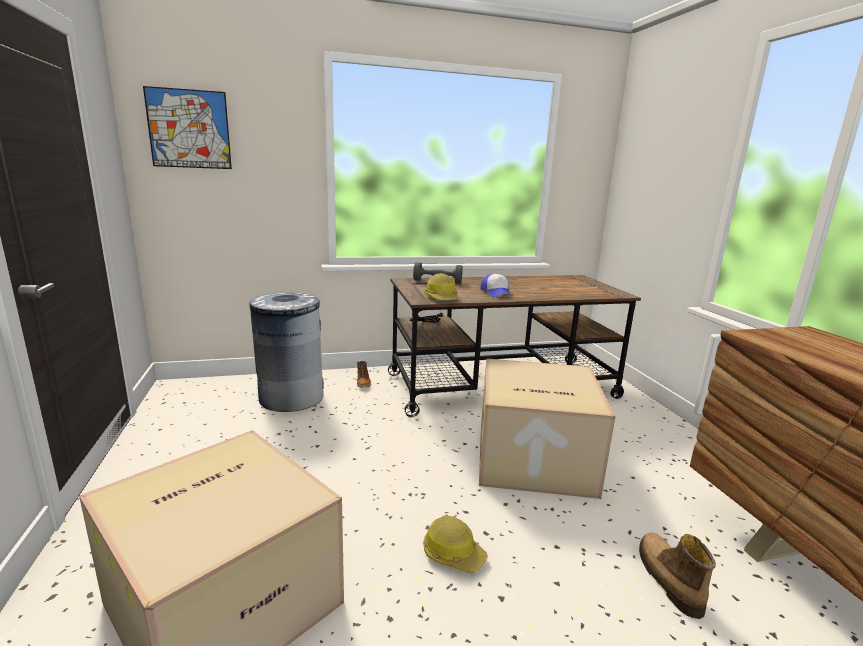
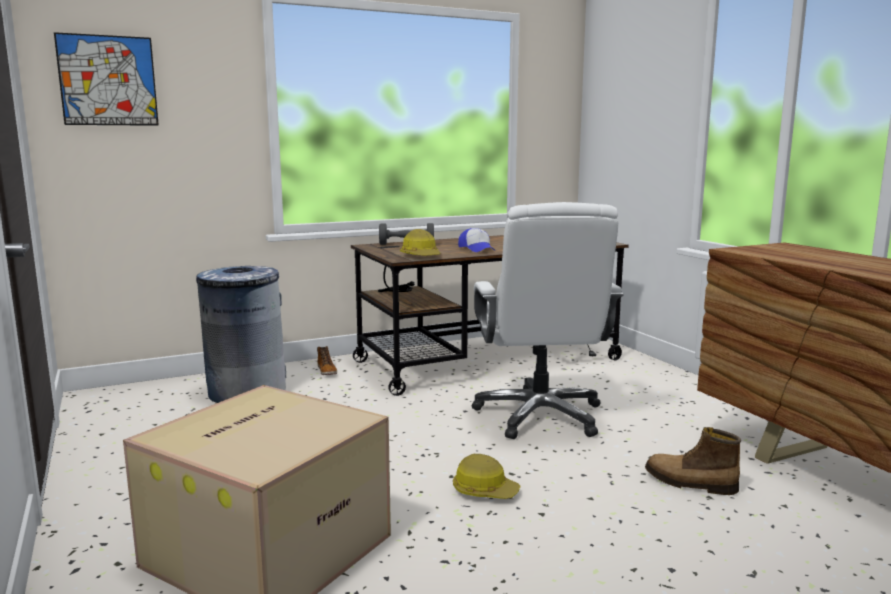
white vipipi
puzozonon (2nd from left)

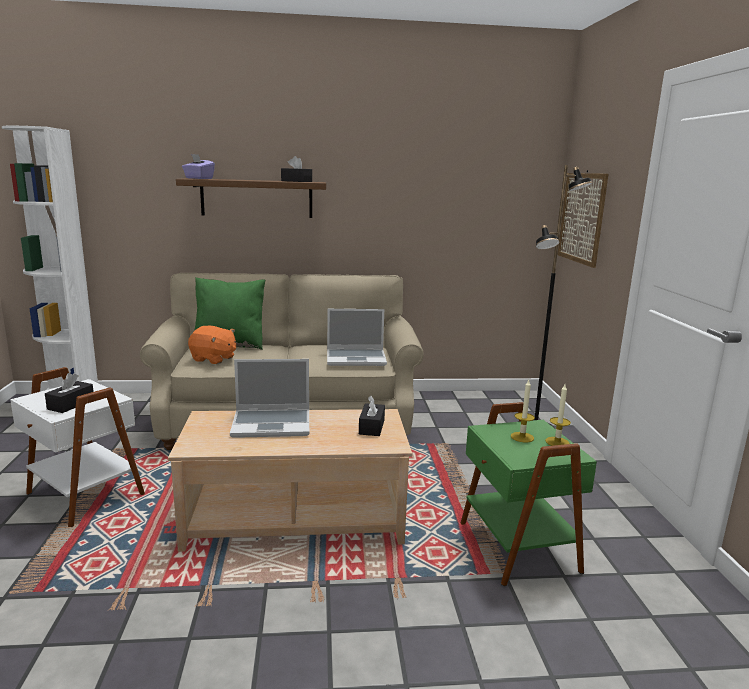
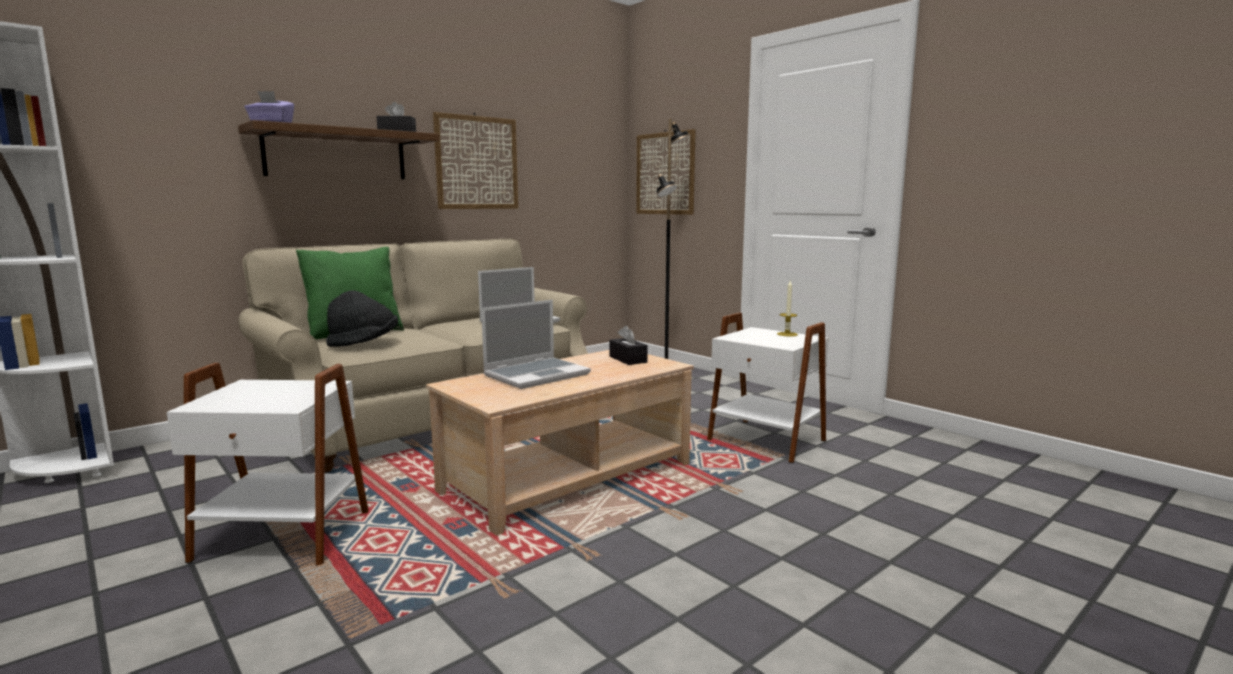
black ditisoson (1st from left in the first image)
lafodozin (1st from left in the first image)
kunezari (1st from left)
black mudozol
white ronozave (2nd from left)

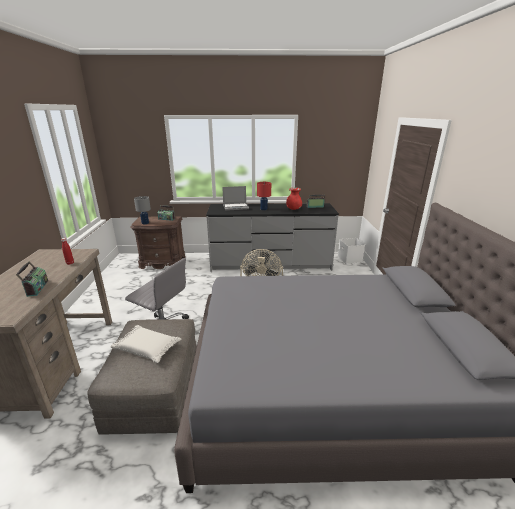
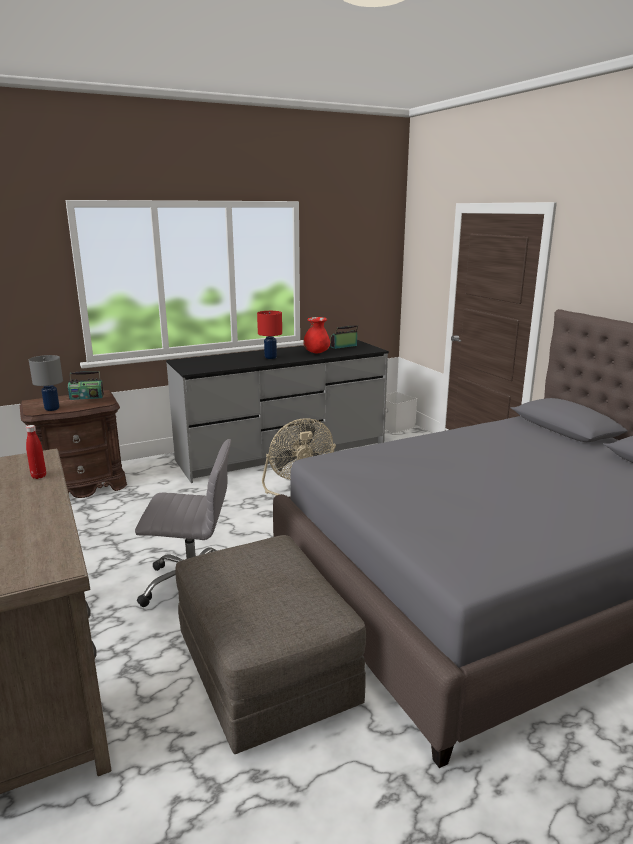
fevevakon (1st from left in the first image)
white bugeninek
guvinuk

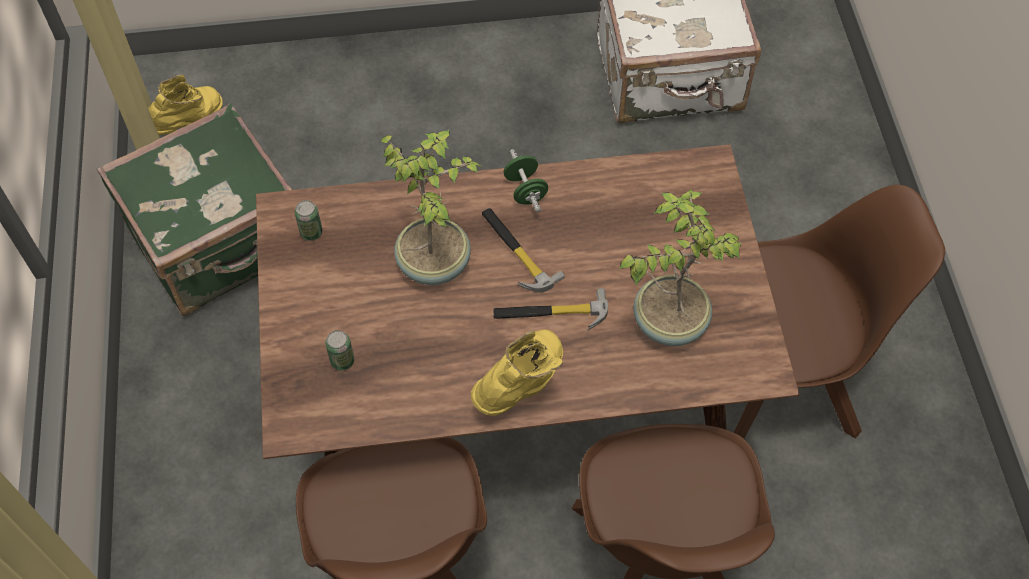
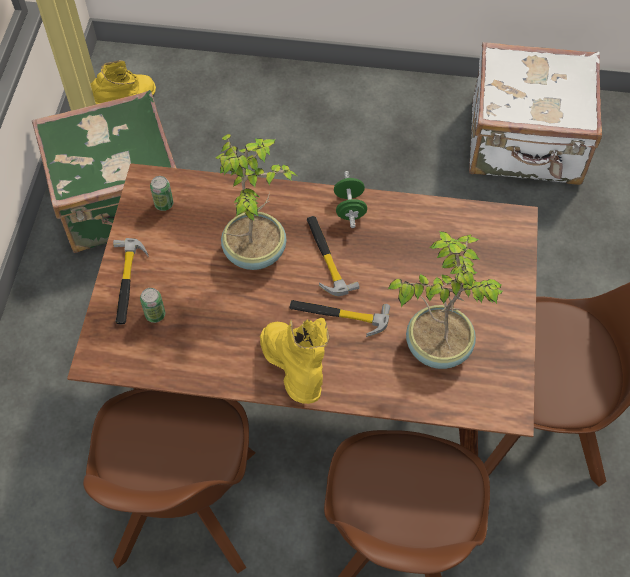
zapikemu (1st from left)
yellow puzozonon (2nd from left)

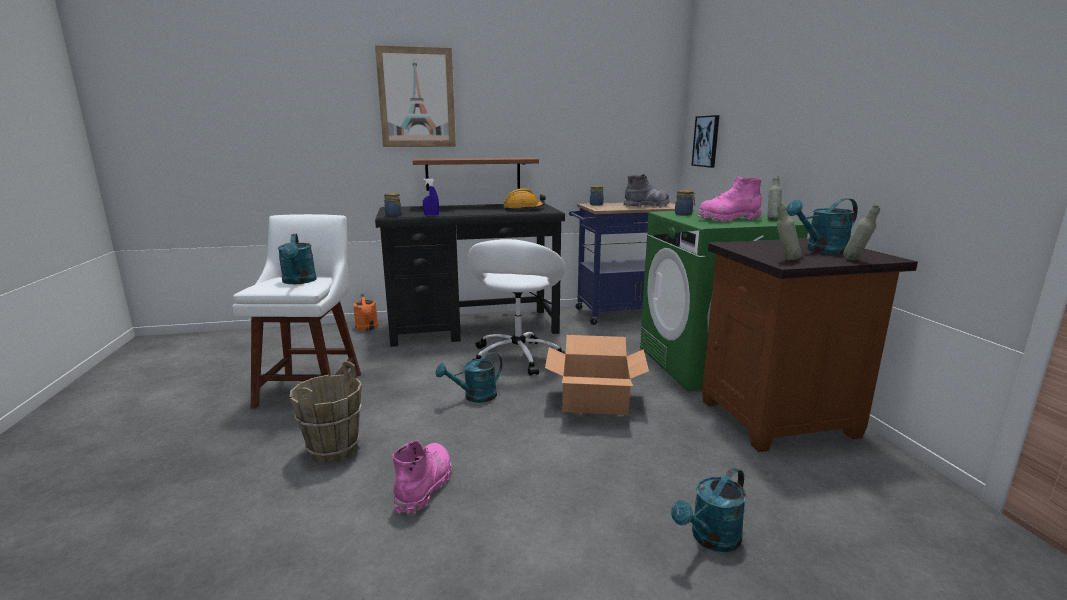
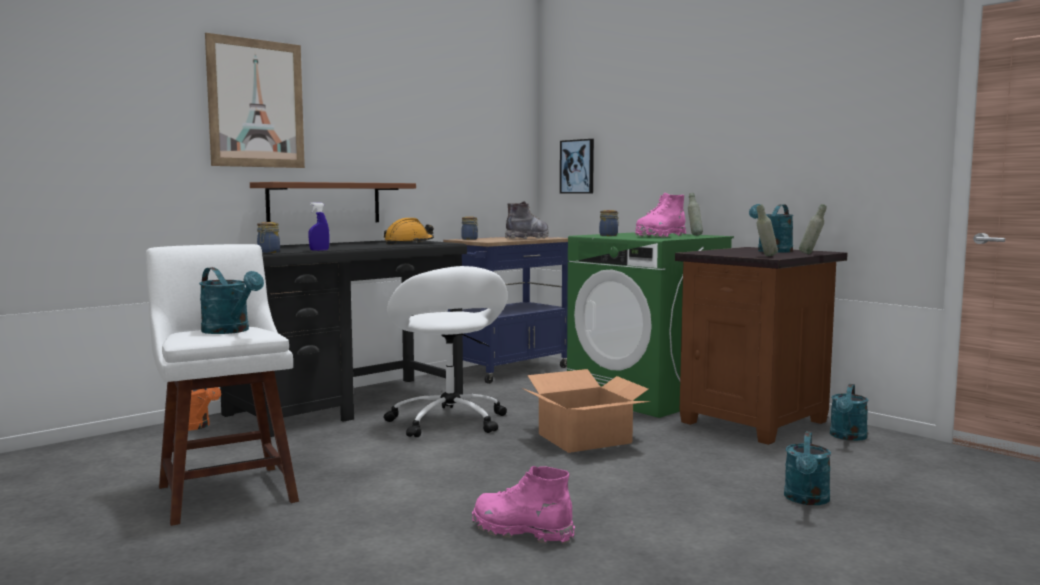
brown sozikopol
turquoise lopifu (4th from left)
pink puzozonon (1st from left)

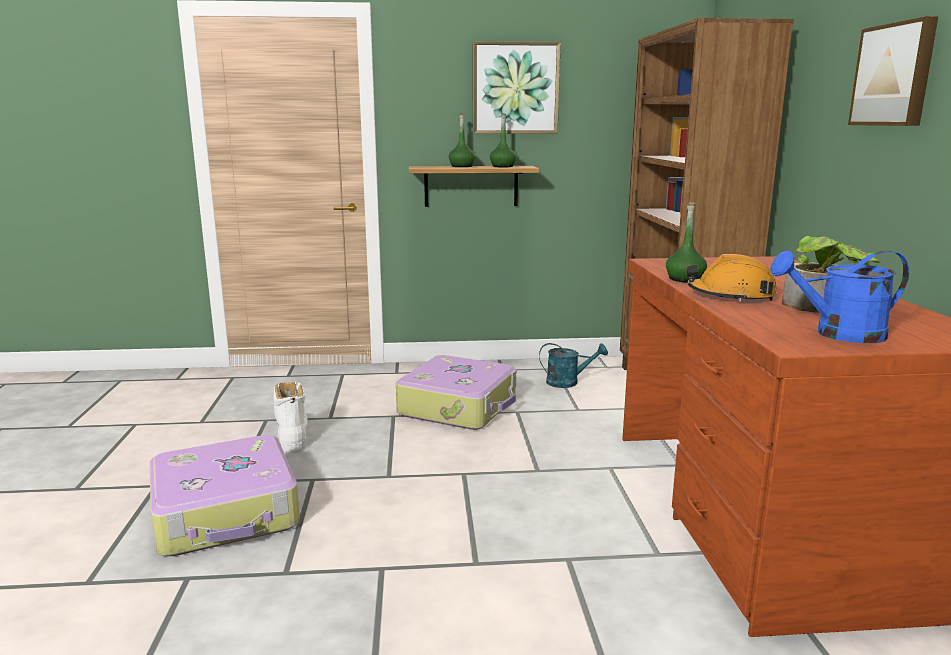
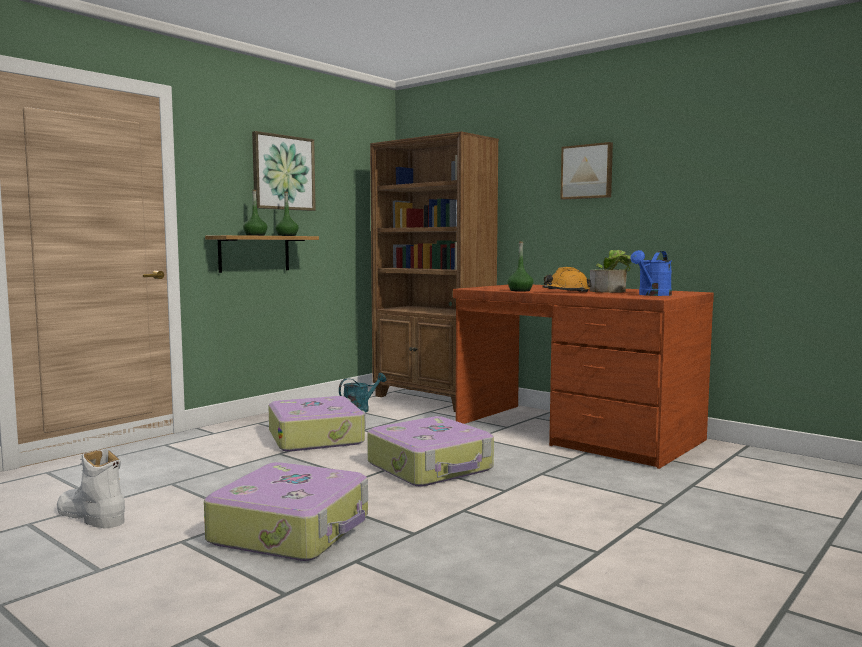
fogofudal (3rd from left)
white puzozonon

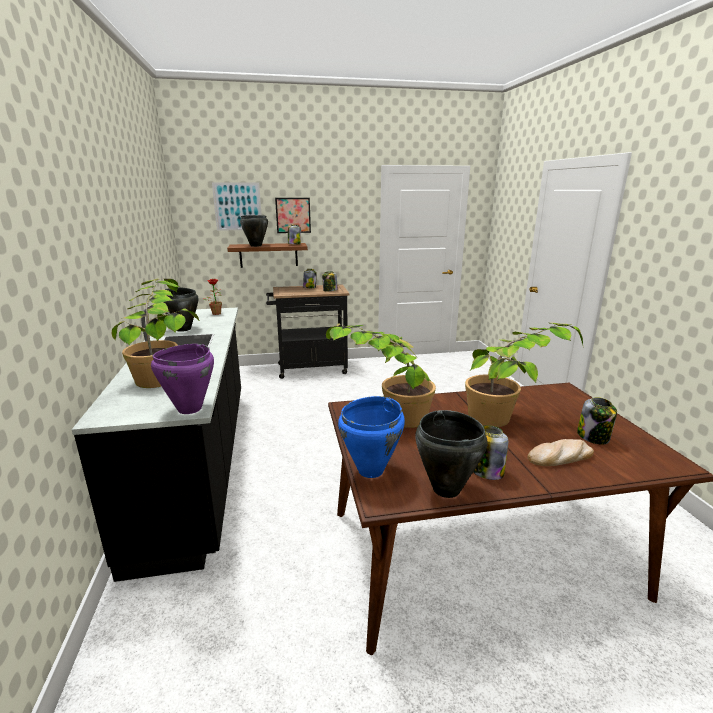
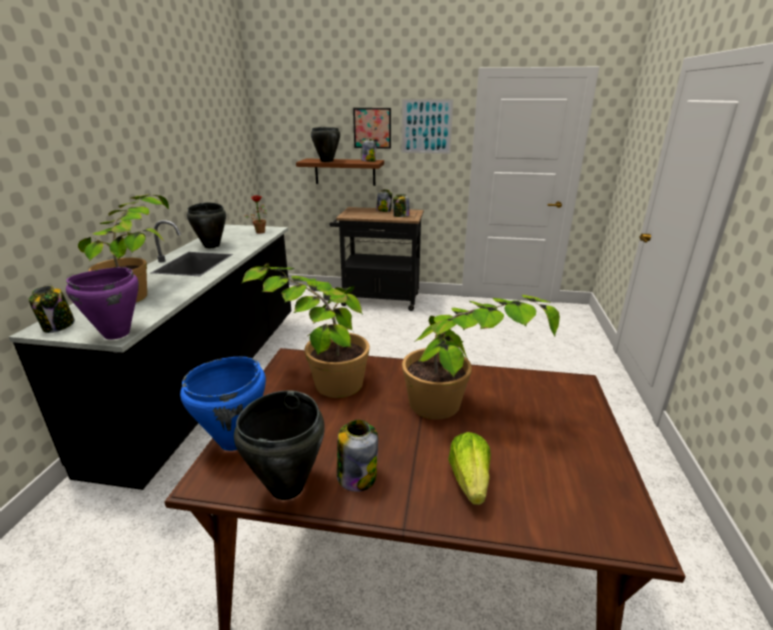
kunezari (2nd from left)
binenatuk (1st from left)
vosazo

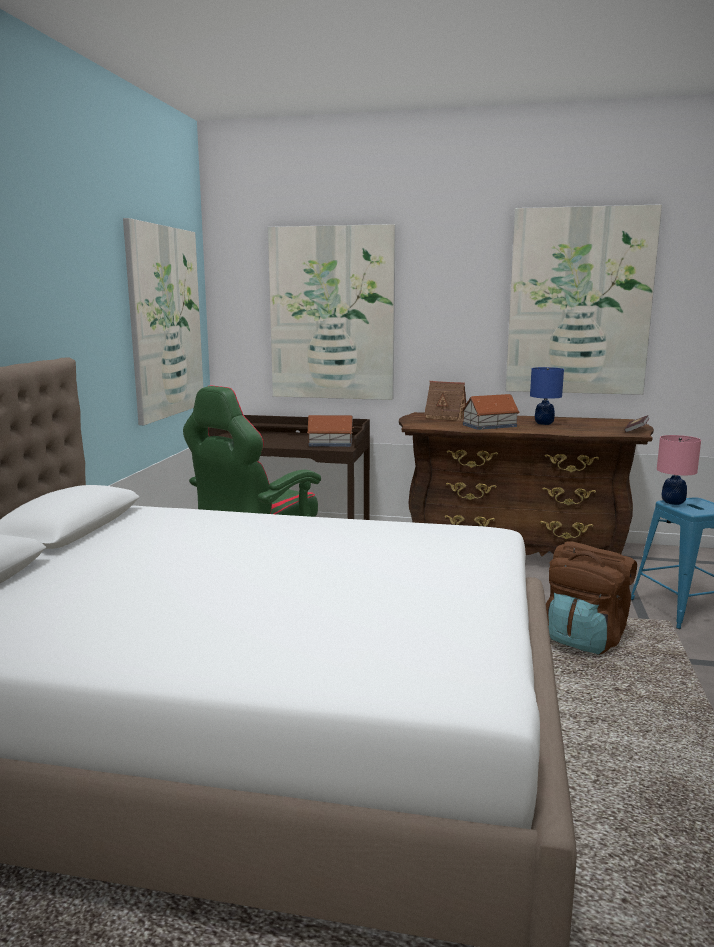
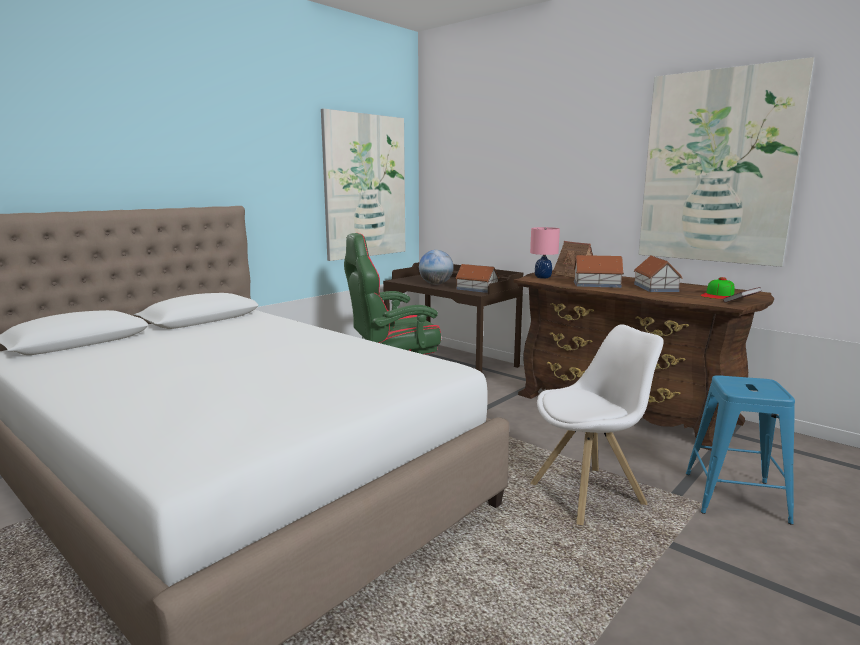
kunezari (2nd from left in the first image)
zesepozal
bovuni
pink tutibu
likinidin (4th from left)
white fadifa

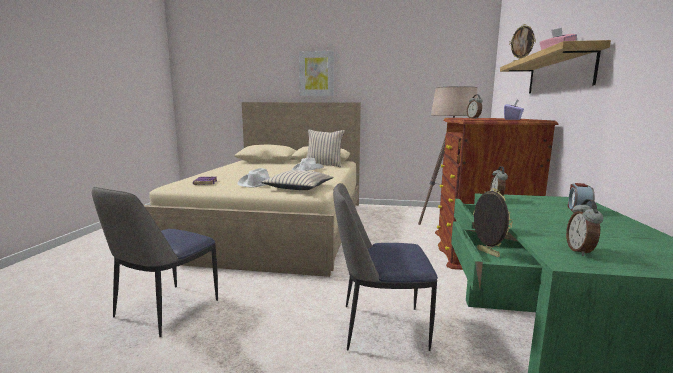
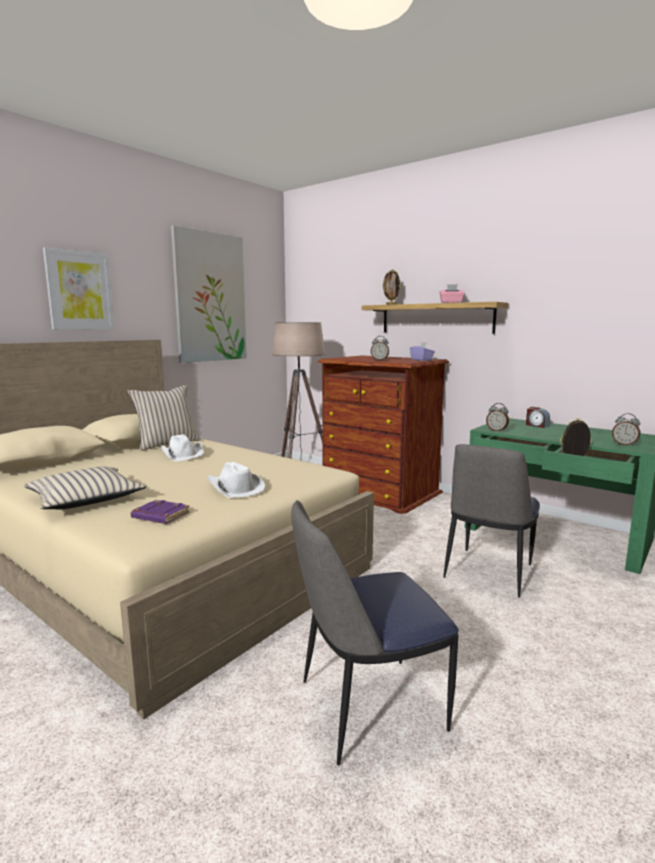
kunezari (2nd from left)
beige bugeninek (1st from left)
fadifa (1st from left)

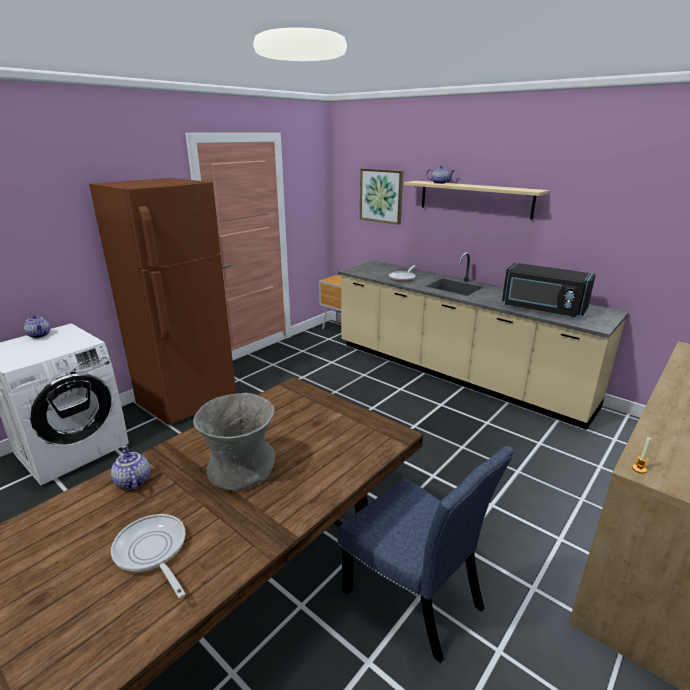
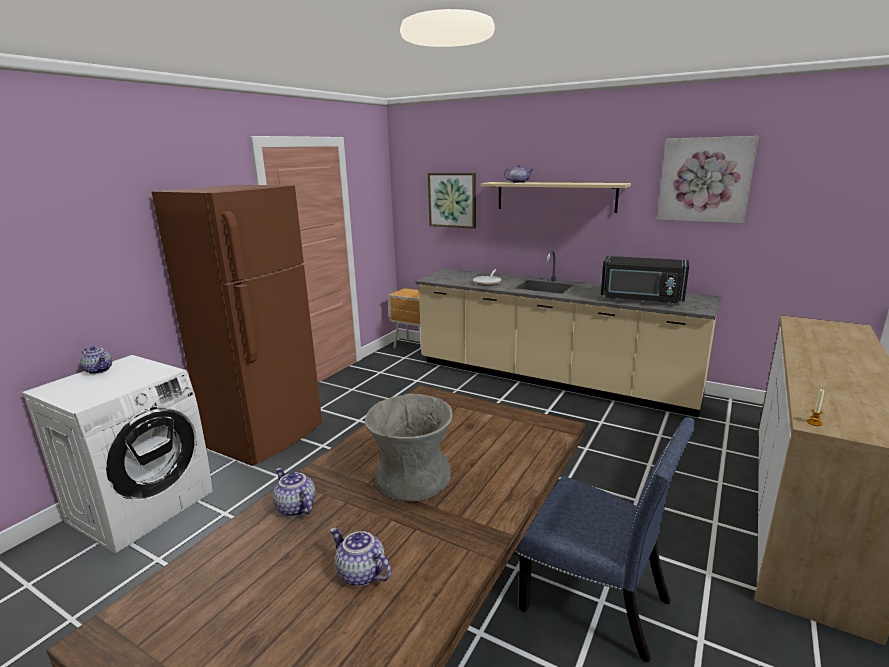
kunezari (2nd from left)
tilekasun (3rd from left)

